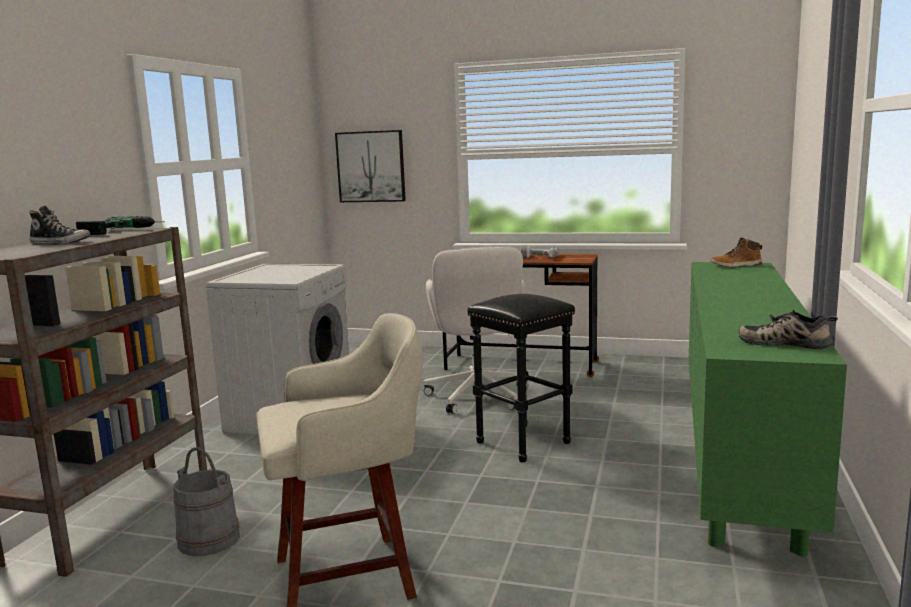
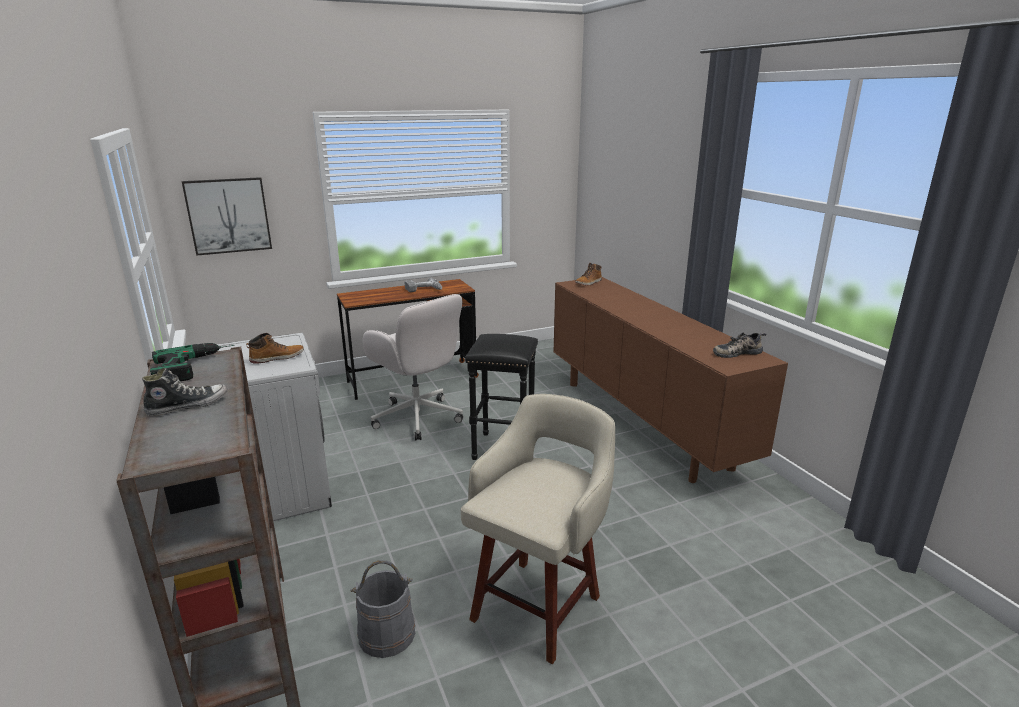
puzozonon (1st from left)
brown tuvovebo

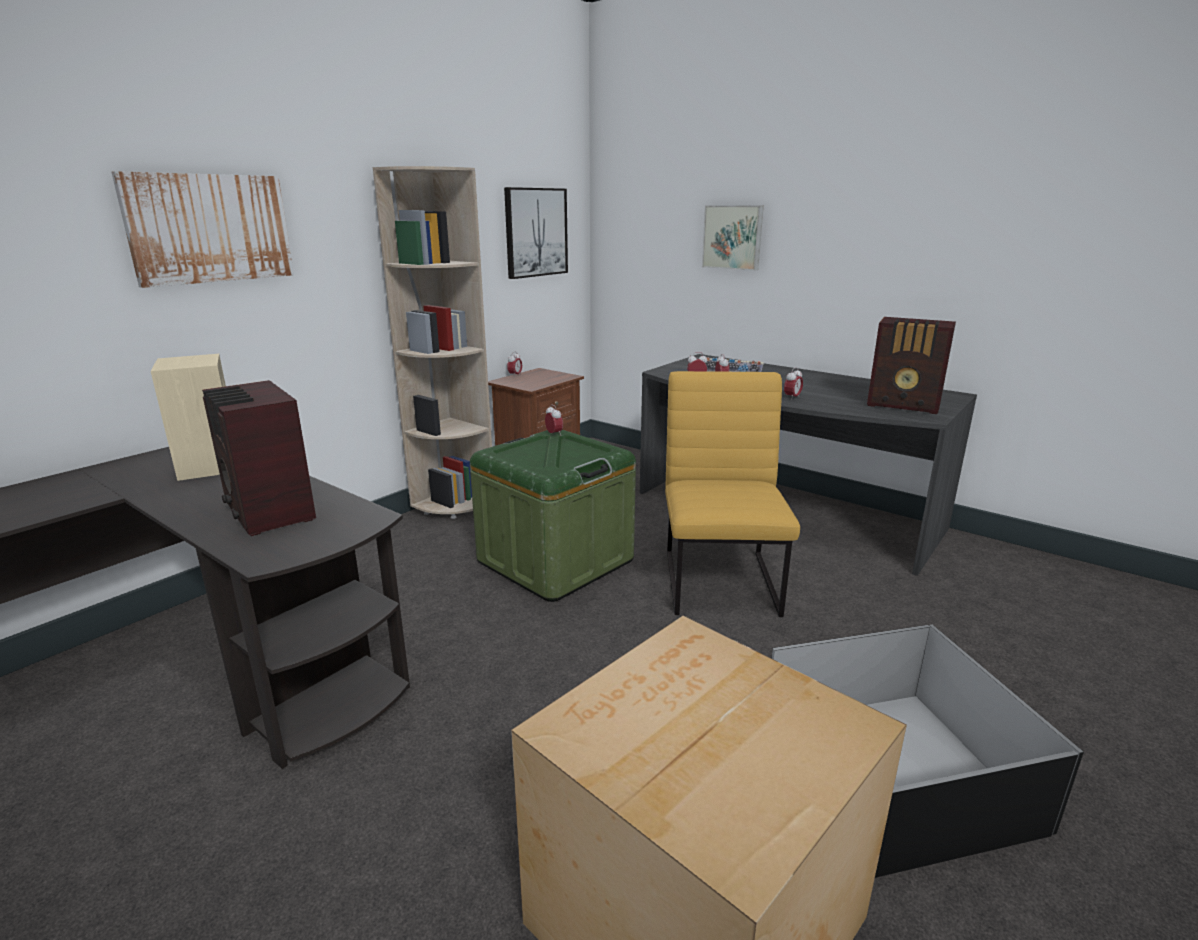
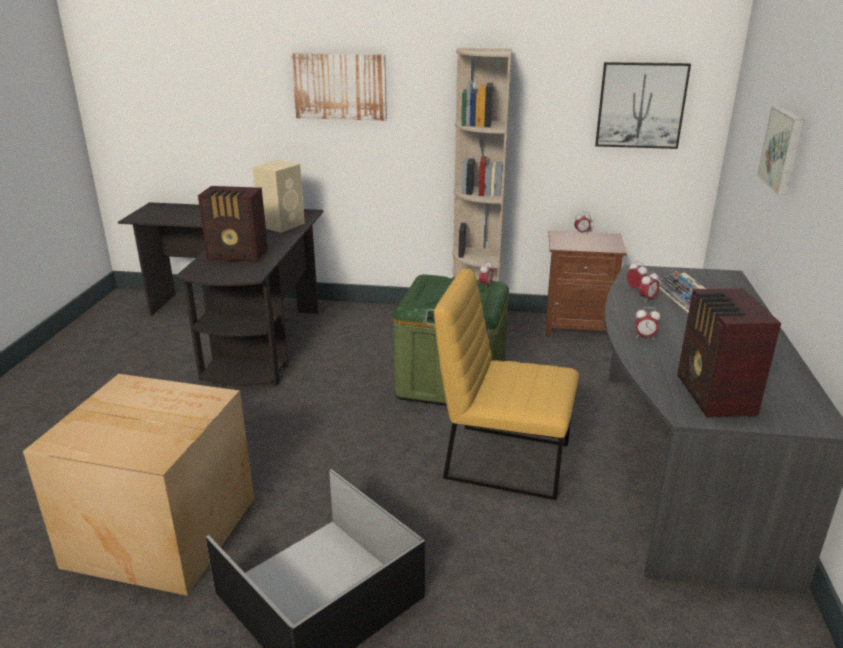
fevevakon (1st from left)
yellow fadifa

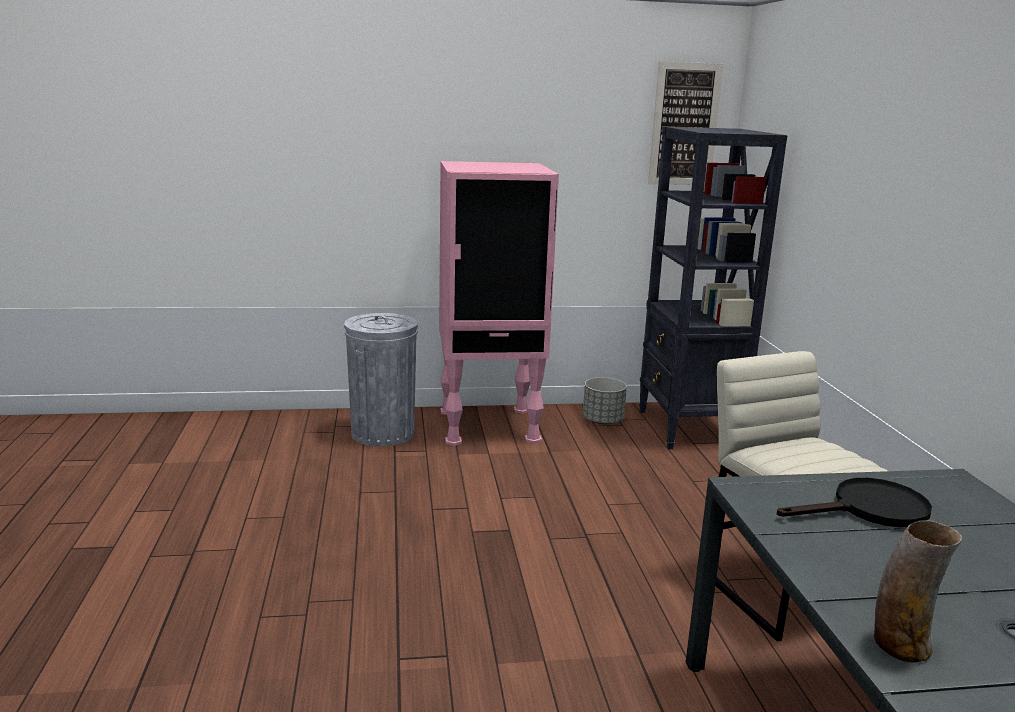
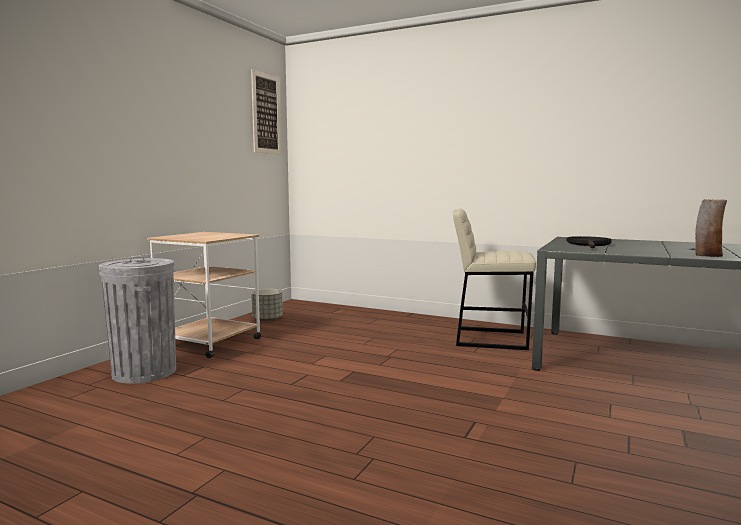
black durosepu
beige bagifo

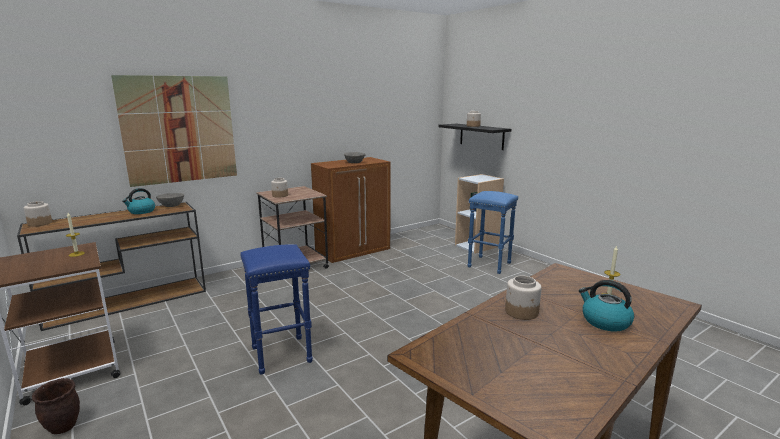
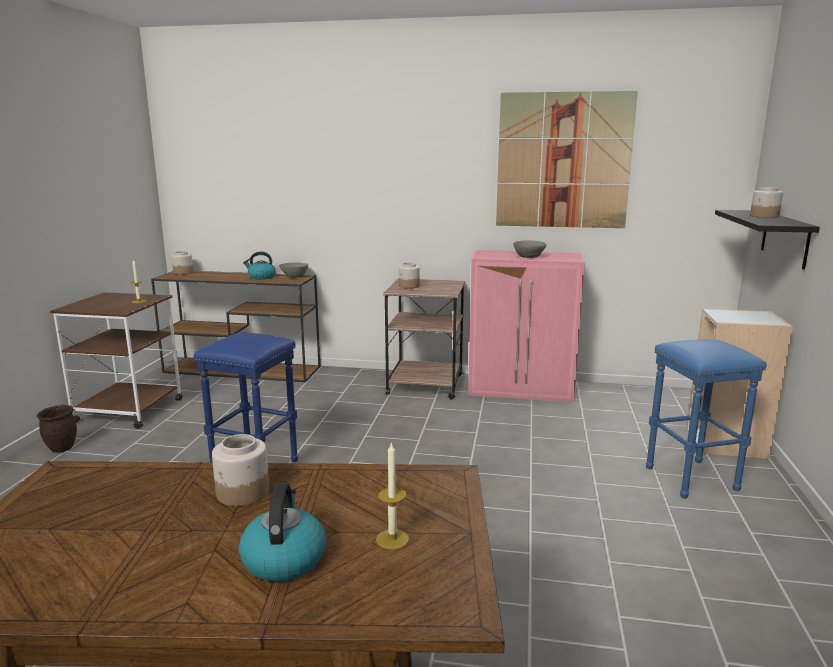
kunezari
pink tuvovebo

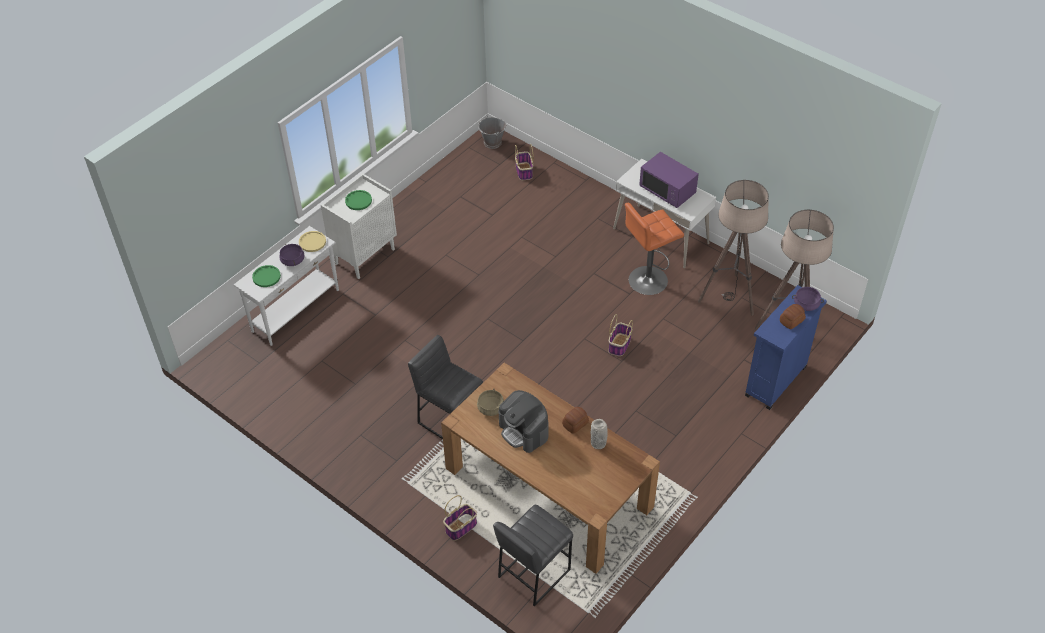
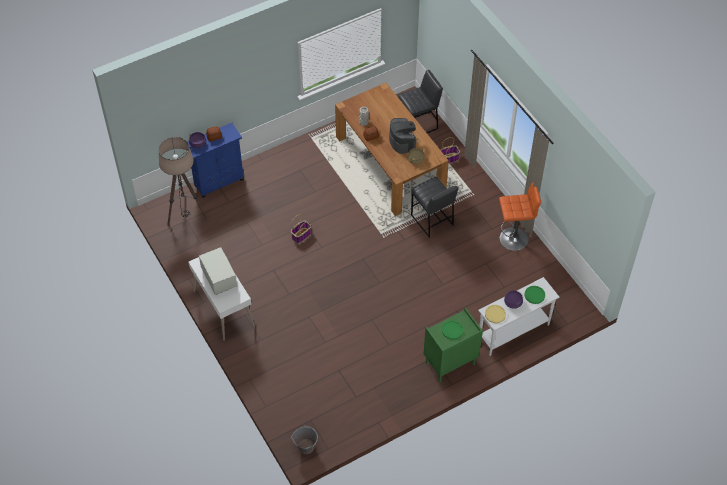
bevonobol (2nd from left in the first image)
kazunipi (1st from left in the first image)
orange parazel
green tuvovebo
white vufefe

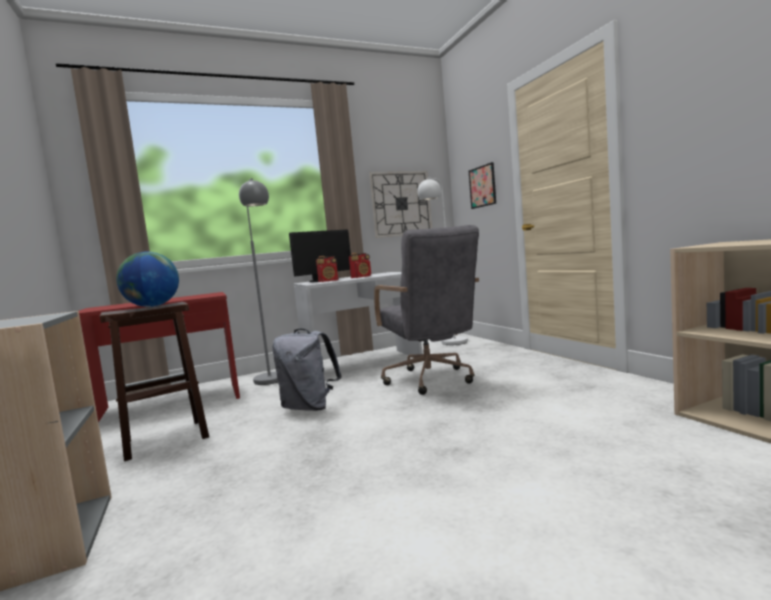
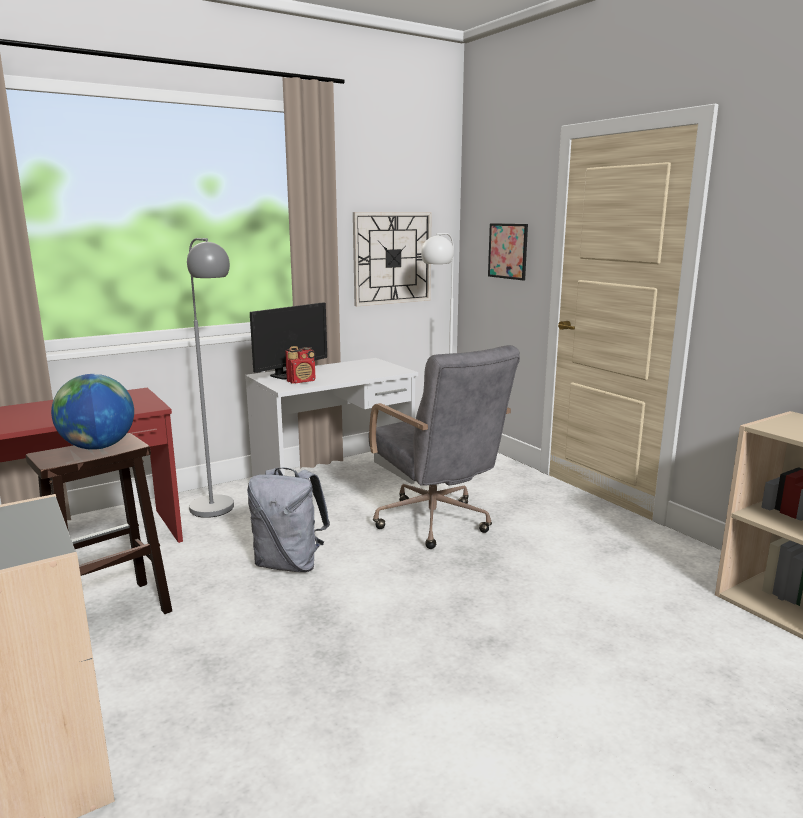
fevevakon (2nd from left in the first image)

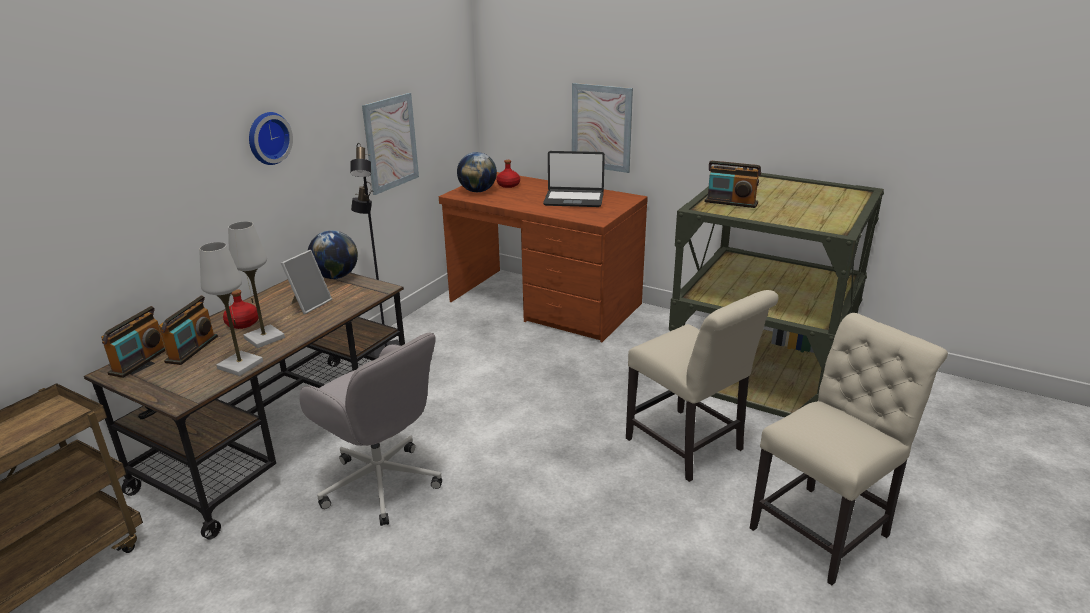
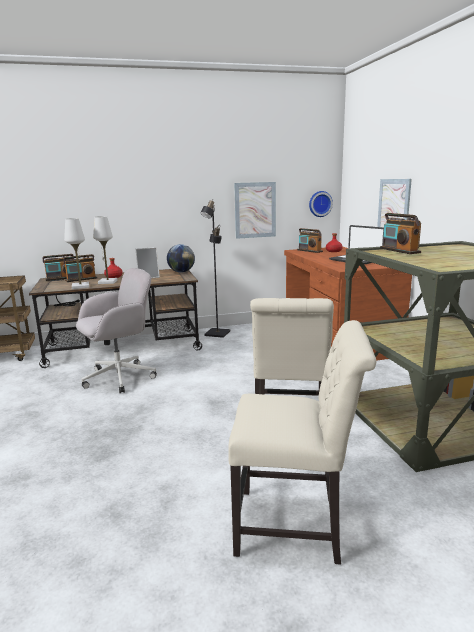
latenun
fevevakon (3rd from left)
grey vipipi

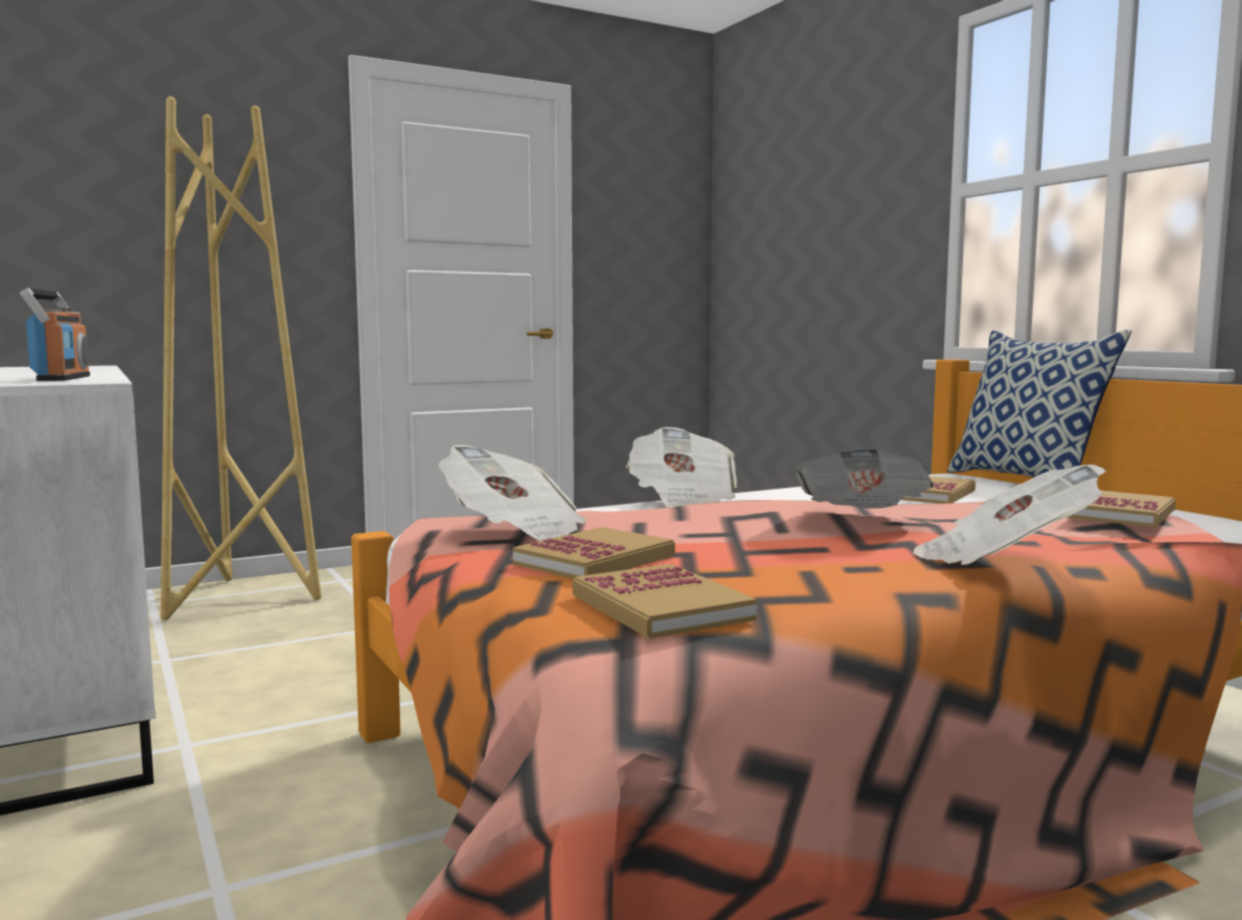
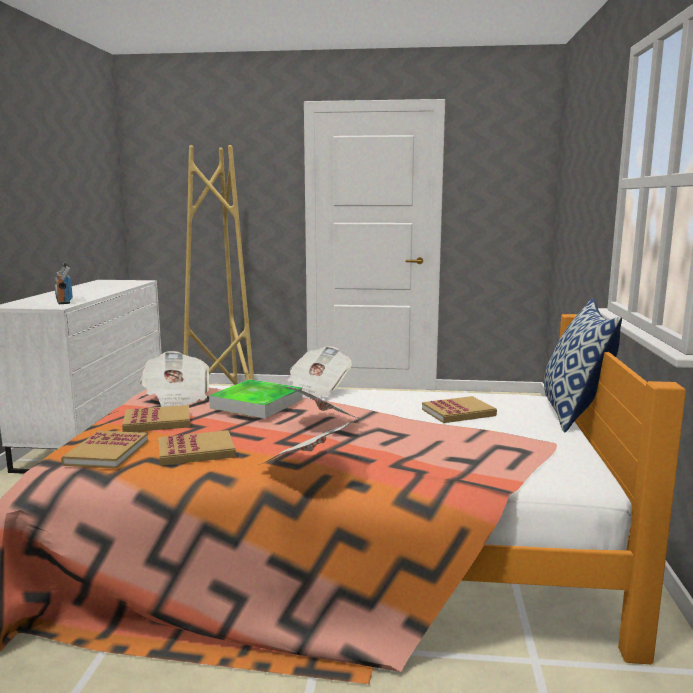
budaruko
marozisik (3rd from left)
fevevakon

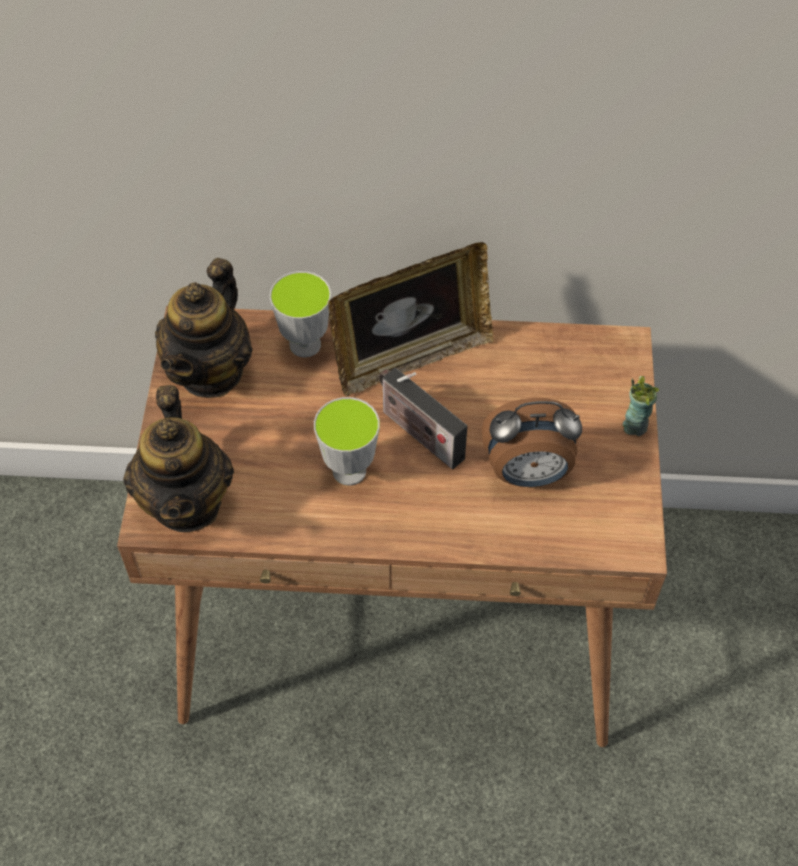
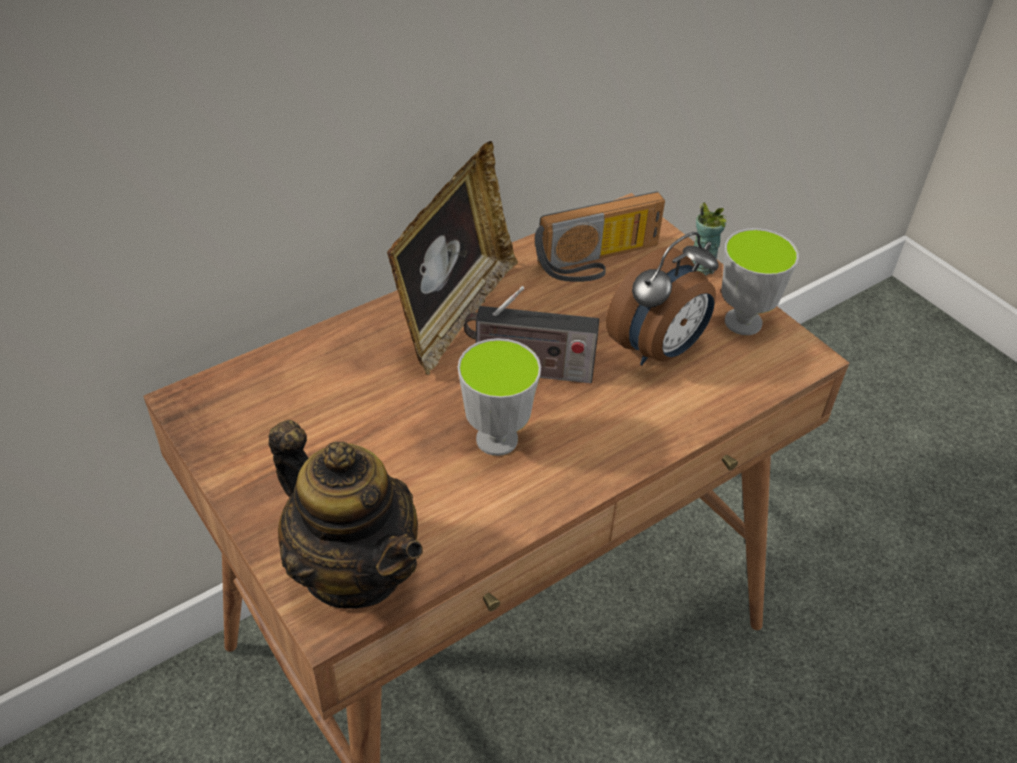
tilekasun (2nd from left in the first image)
fevevakon (2nd from left)
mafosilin (3rd from left)

